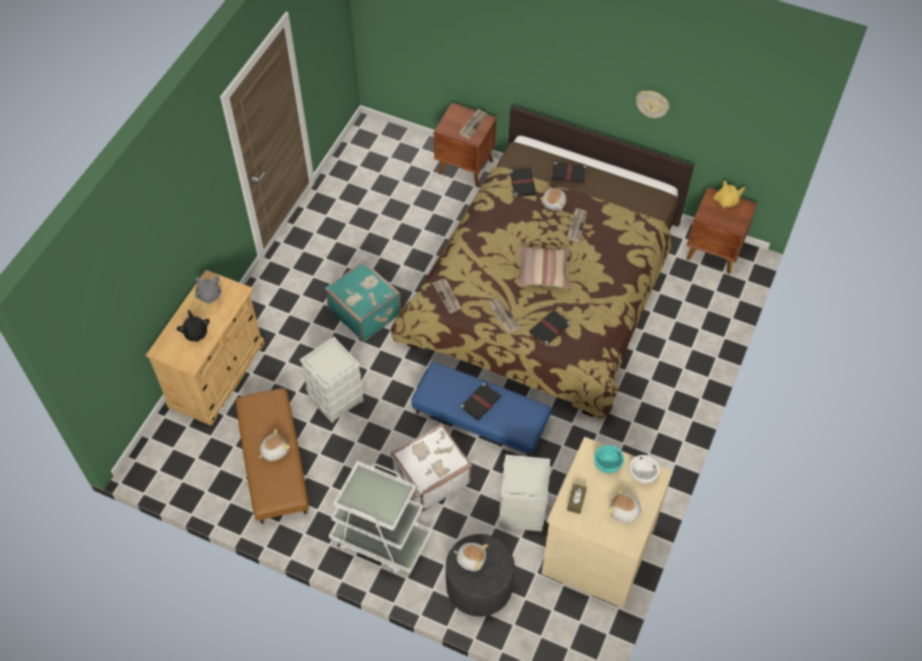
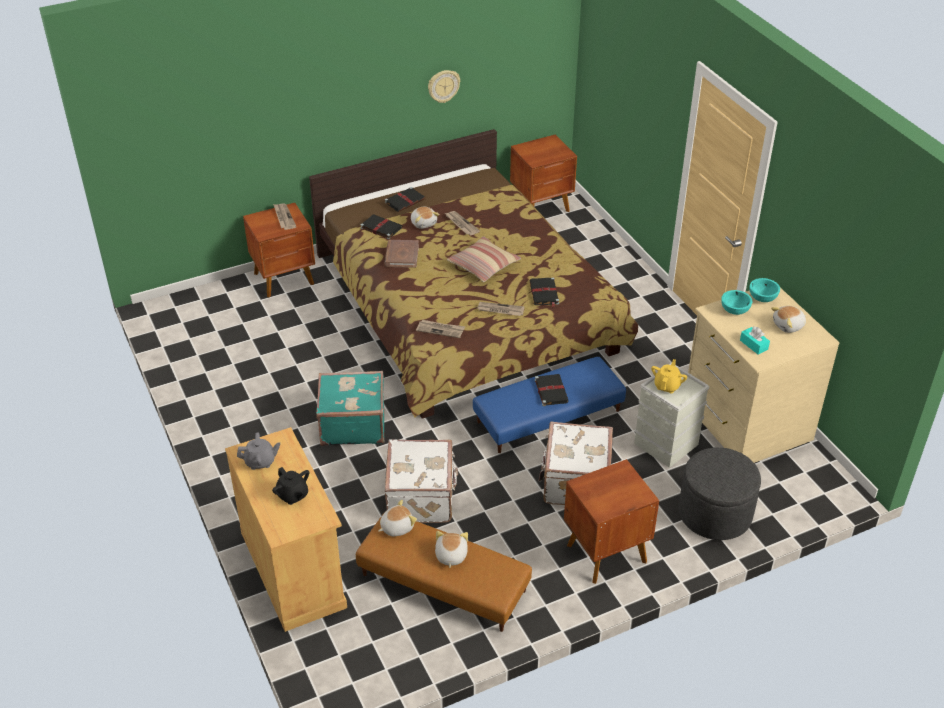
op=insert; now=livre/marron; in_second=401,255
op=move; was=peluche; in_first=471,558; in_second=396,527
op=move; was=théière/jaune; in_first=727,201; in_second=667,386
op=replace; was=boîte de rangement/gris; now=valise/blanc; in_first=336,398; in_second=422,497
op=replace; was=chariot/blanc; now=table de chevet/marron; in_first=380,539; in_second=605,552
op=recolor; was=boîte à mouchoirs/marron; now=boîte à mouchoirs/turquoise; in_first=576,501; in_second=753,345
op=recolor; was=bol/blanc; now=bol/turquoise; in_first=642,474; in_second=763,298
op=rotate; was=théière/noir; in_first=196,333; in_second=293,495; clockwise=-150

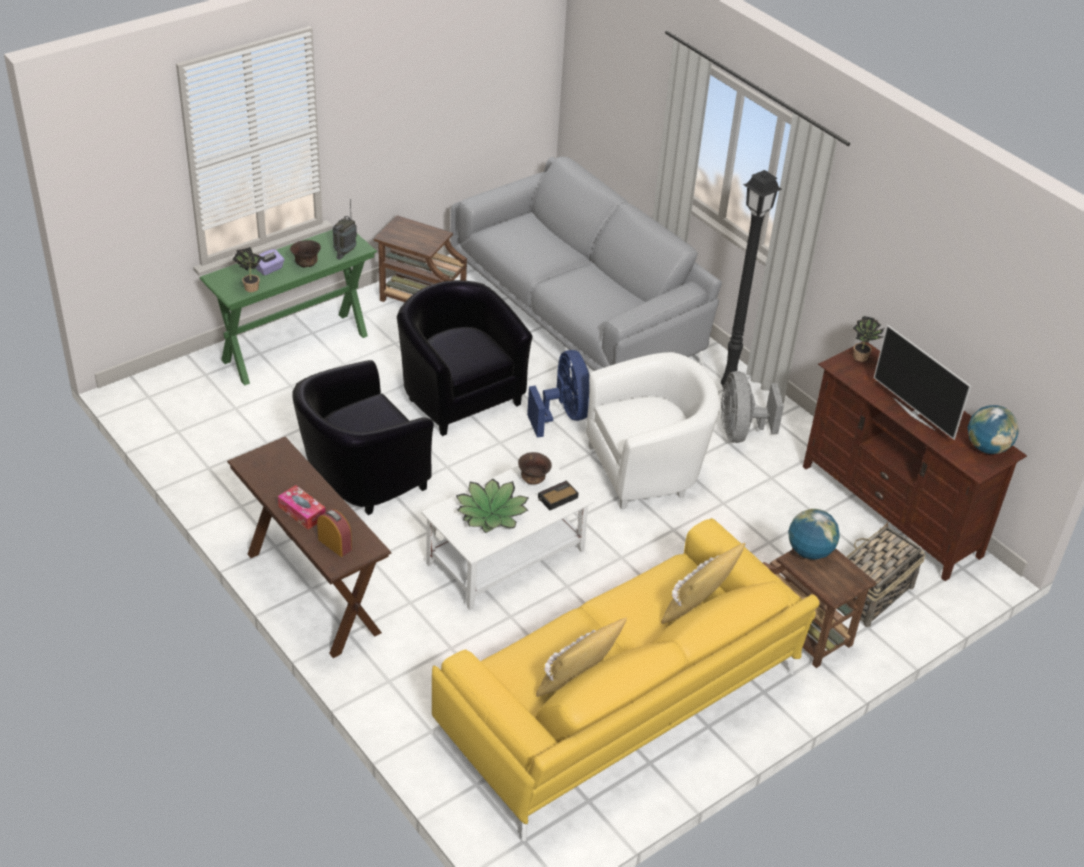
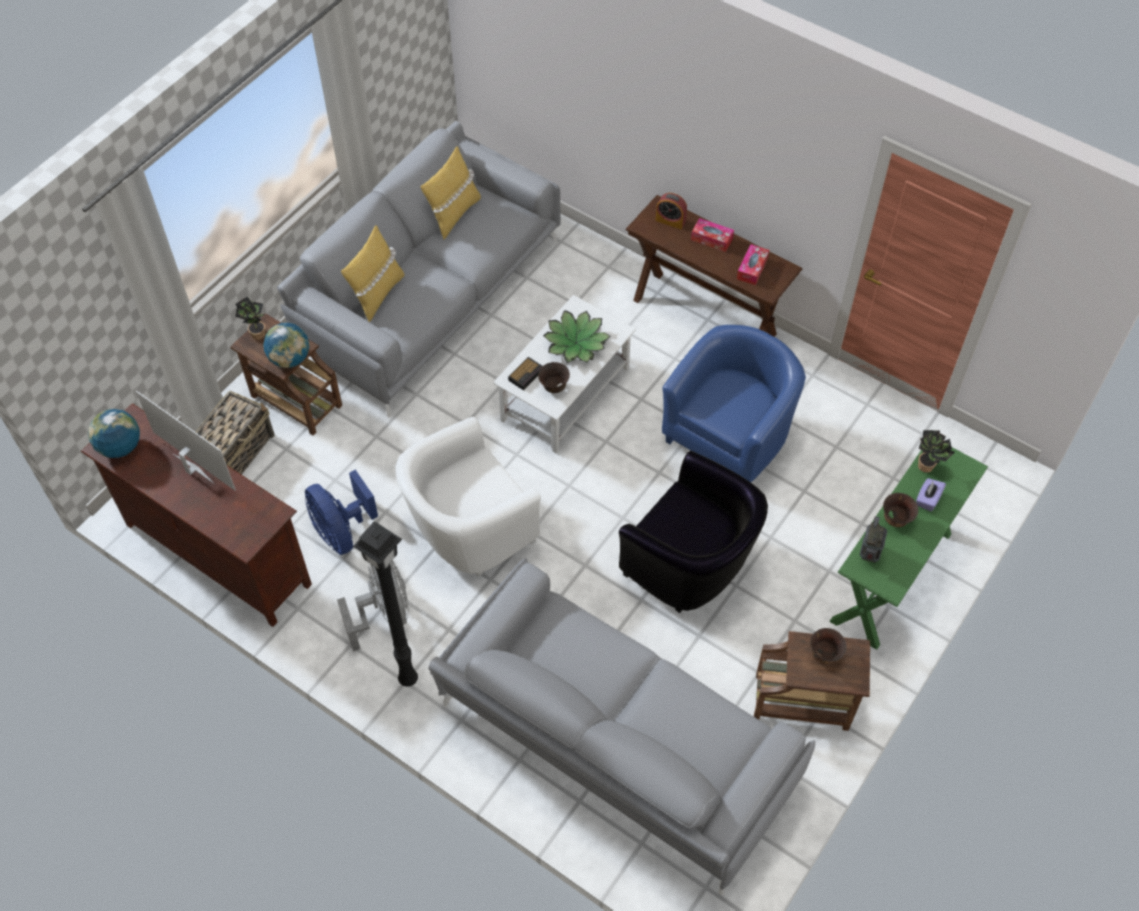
op=insert; now=boîte à mouchoirs; in_second=752,268
op=insert; now=bol/marron; in_second=824,654
op=move; was=ventilateur/bleu; in_first=563,415; in_second=341,531
op=move; was=plante en pot; in_first=862,358; in_second=256,333
op=recolor; was=fauteuil/noir; now=fauteuil/bleu; in_first=360,478; in_second=730,435
op=recolor; was=canapé/jaune; now=canapé/gris; in_first=622,706; in_second=429,296

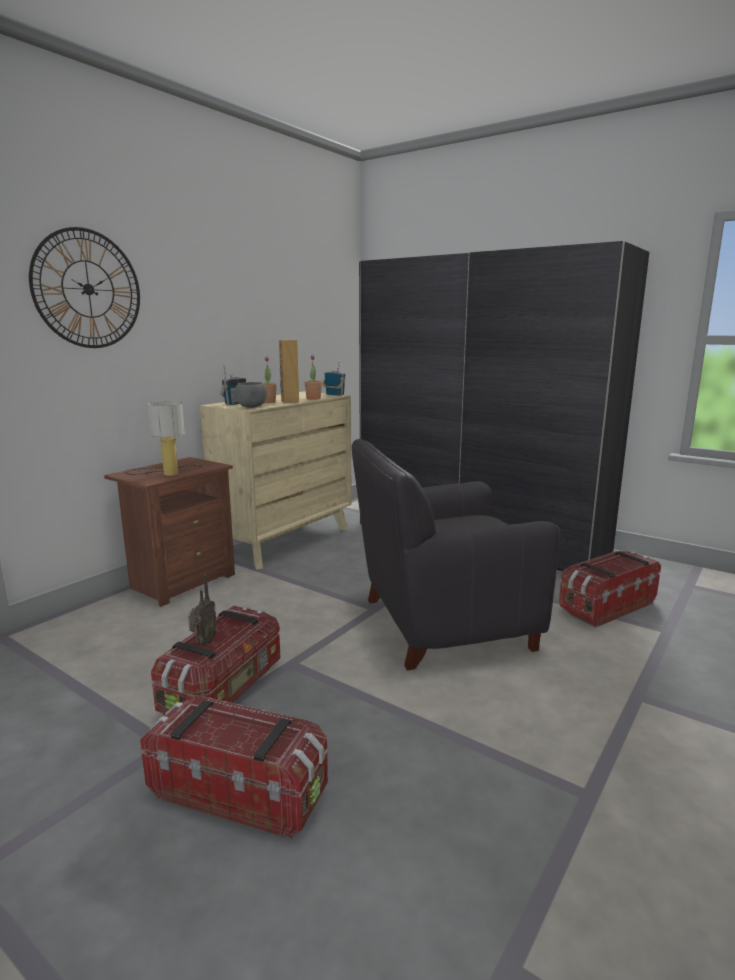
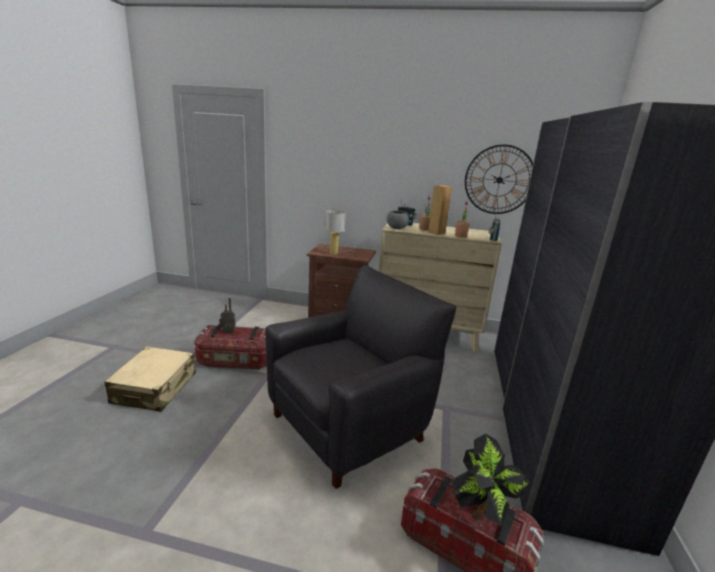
op=insert; now=plante en pot; in_second=483,511
op=move; was=horloge murale; in_first=88,289; in_second=499,180
op=replace; was=boîte de rangement; now=valise/beige; in_first=240,791; in_second=155,388
op=rotate; was=fauteuil/noir; in_first=441,623; in_second=350,426; clockwise=90

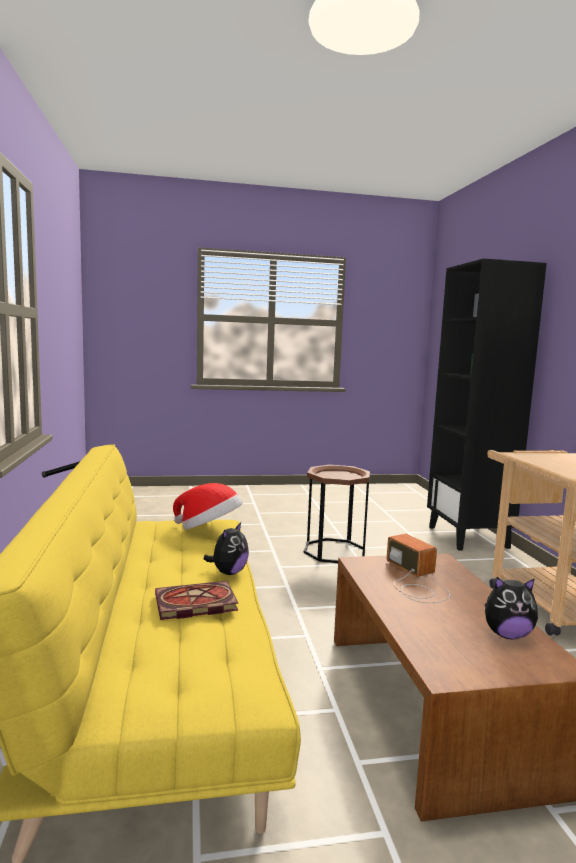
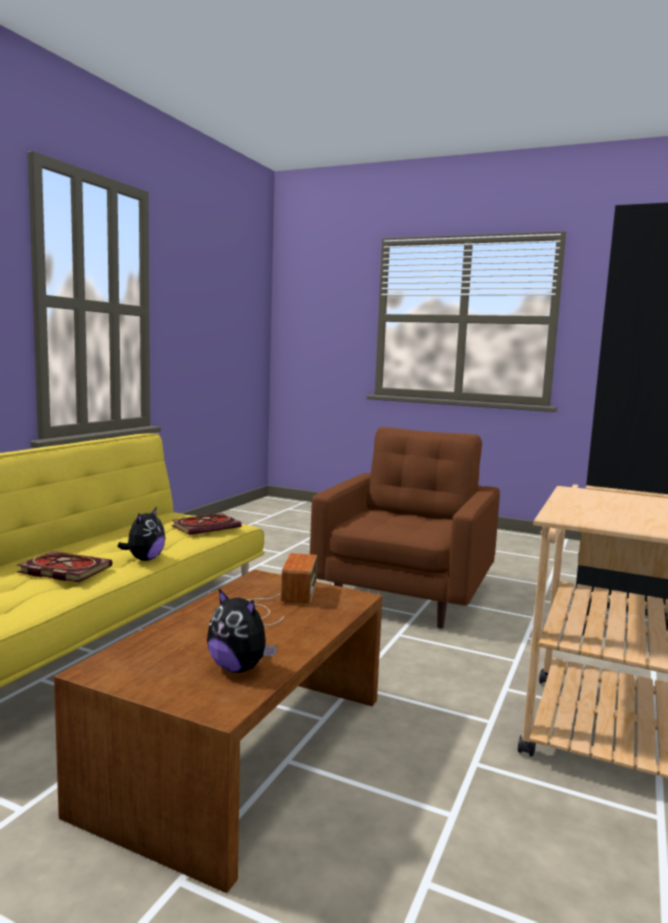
op=replace; was=chapeau; now=livre; in_first=209,528; in_second=207,526
op=replace; was=table d'appoint/marron; now=fauteuil/marron; in_first=334,551; in_second=406,596
op=rotate; was=peluche; in_first=228,572; in_second=144,559; clockwise=-45

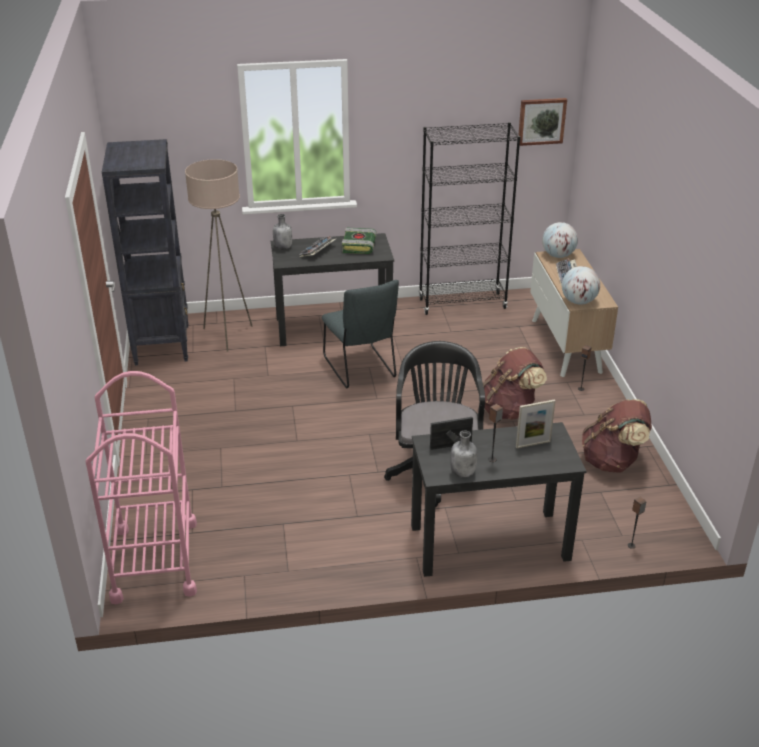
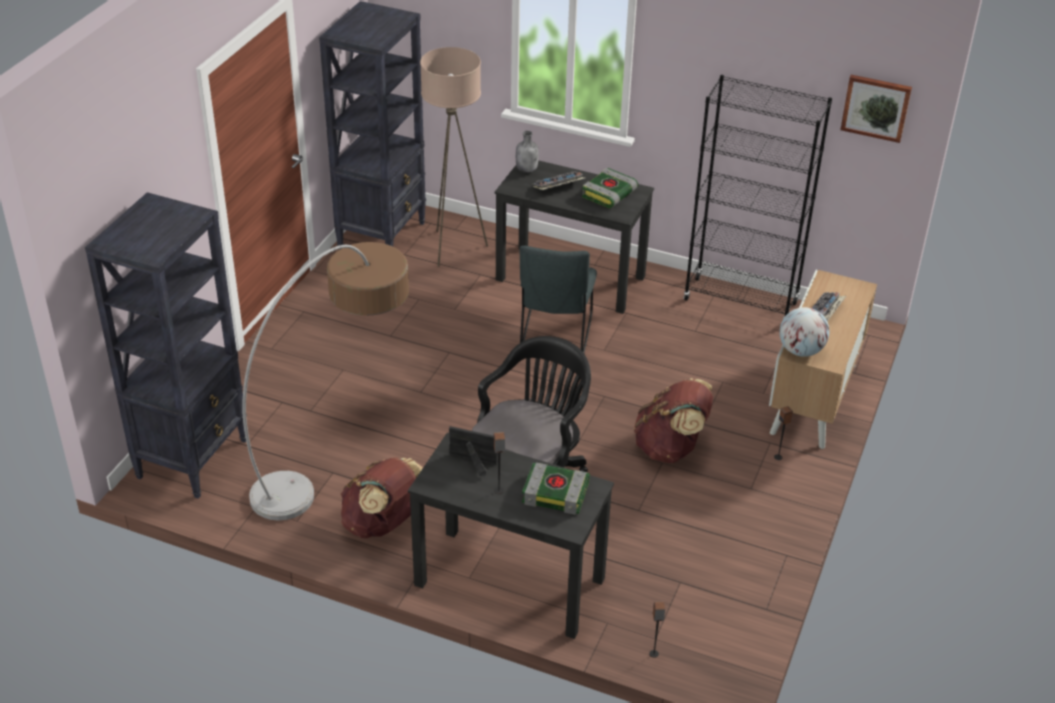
op=delete; was=bouteille/gris; in_first=463,472
op=delete; was=globe; in_first=558,255
op=insert; now=lampadaire; in_second=339,448
op=move; was=sac à dos/marron; in_first=612,461; in_second=382,523
op=replace; was=chariot/rose; now=bibliothèque/noir; in_first=155,560; in_second=193,458
op=replace; was=cadre photo; now=livre; in_first=533,444; in_second=556,493

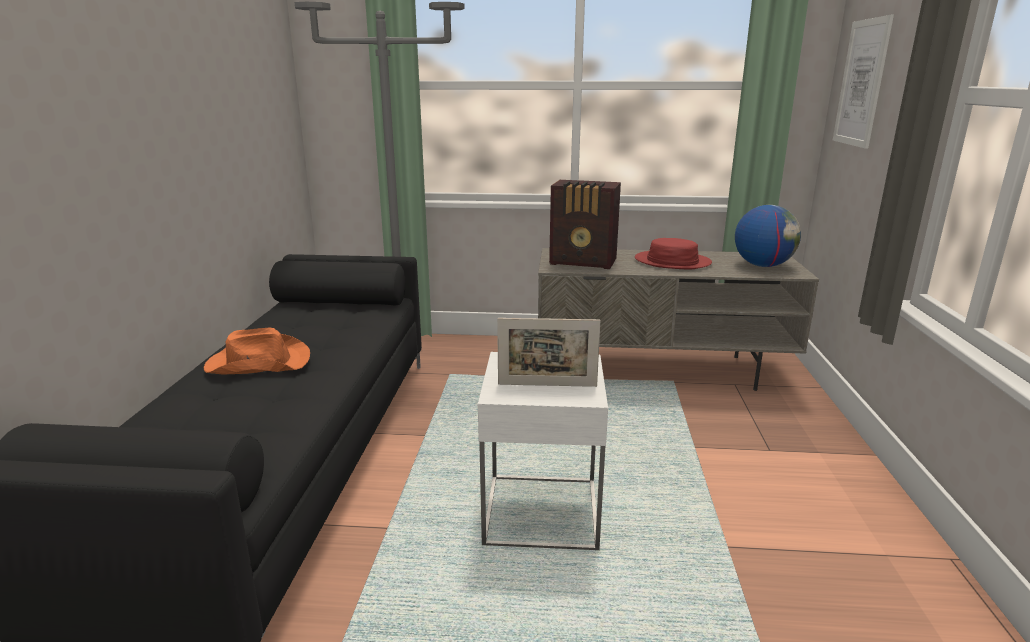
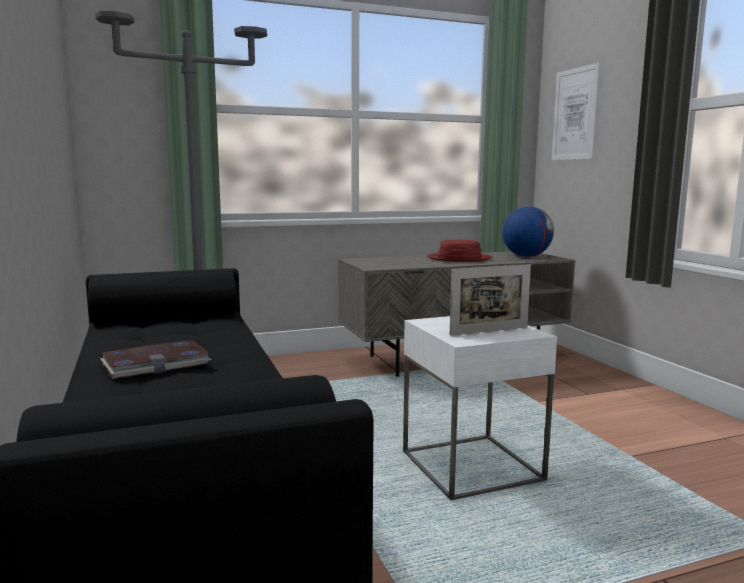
op=delete; was=radio; in_first=584,262
op=replace; was=chapeau/orange; now=livre; in_first=257,363; in_second=156,364

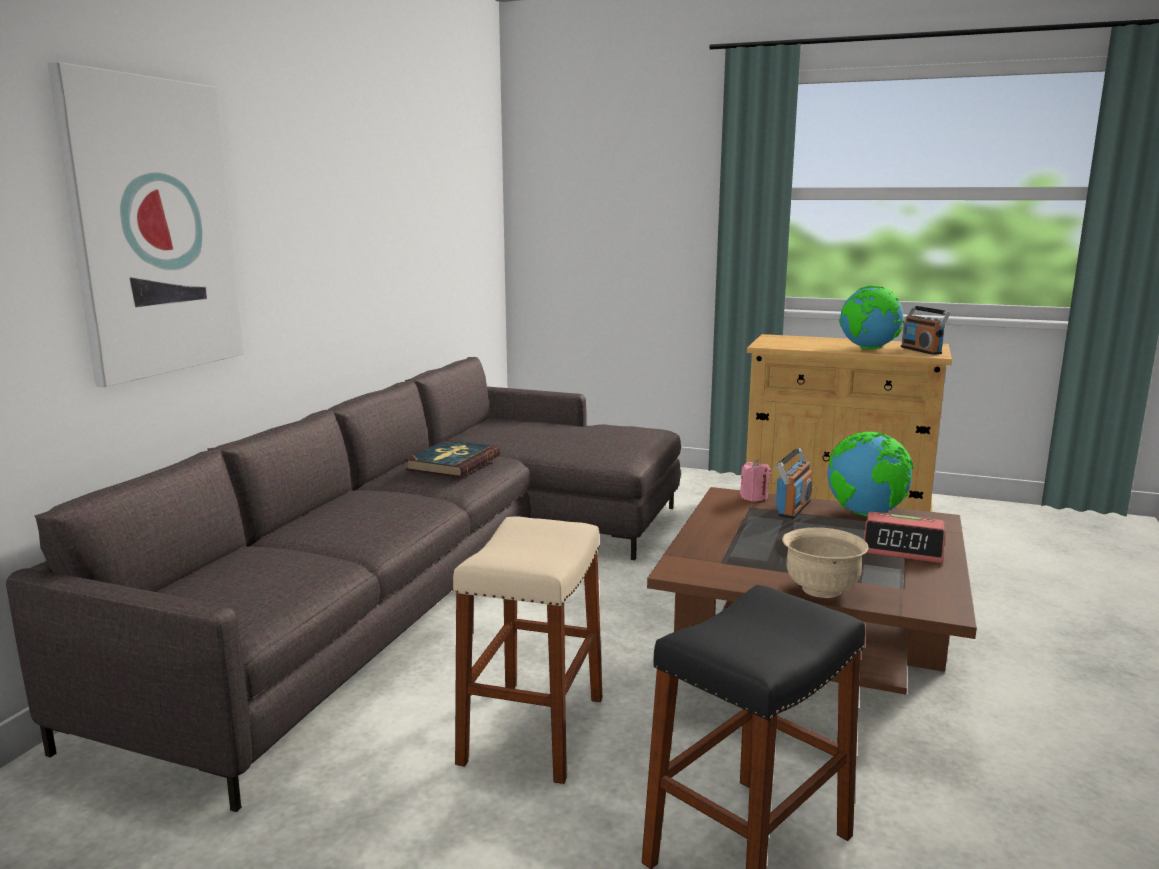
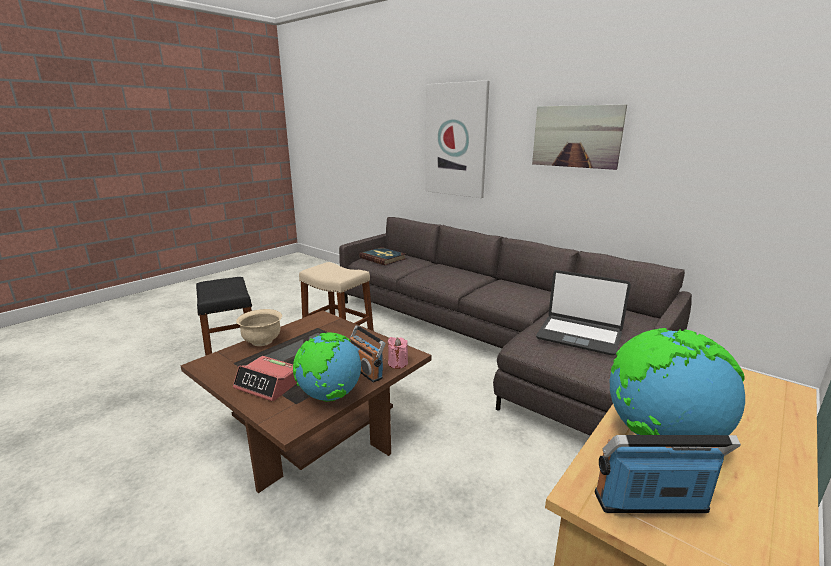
op=insert; now=tableau; in_second=576,136
op=insert; now=ordinateur portable; in_second=579,335
op=move; was=livre; in_first=452,463; in_second=383,258
op=rotate; was=réveil; in_first=903,548; in_second=268,385; clockwise=-105

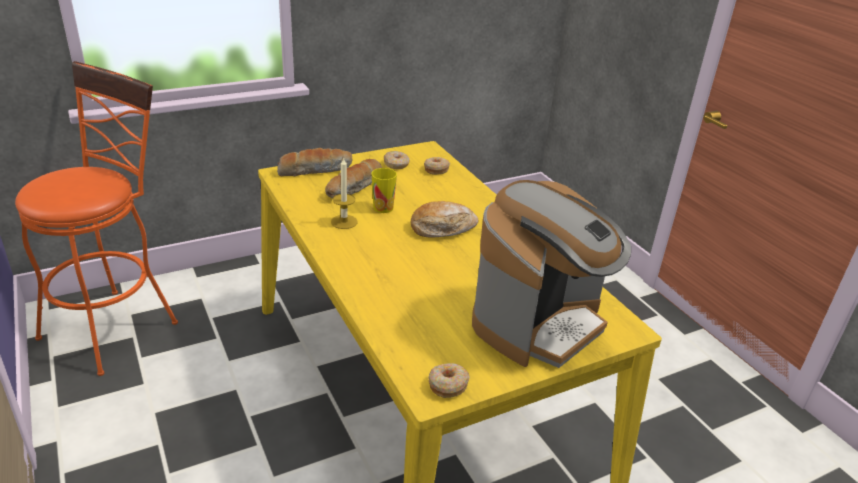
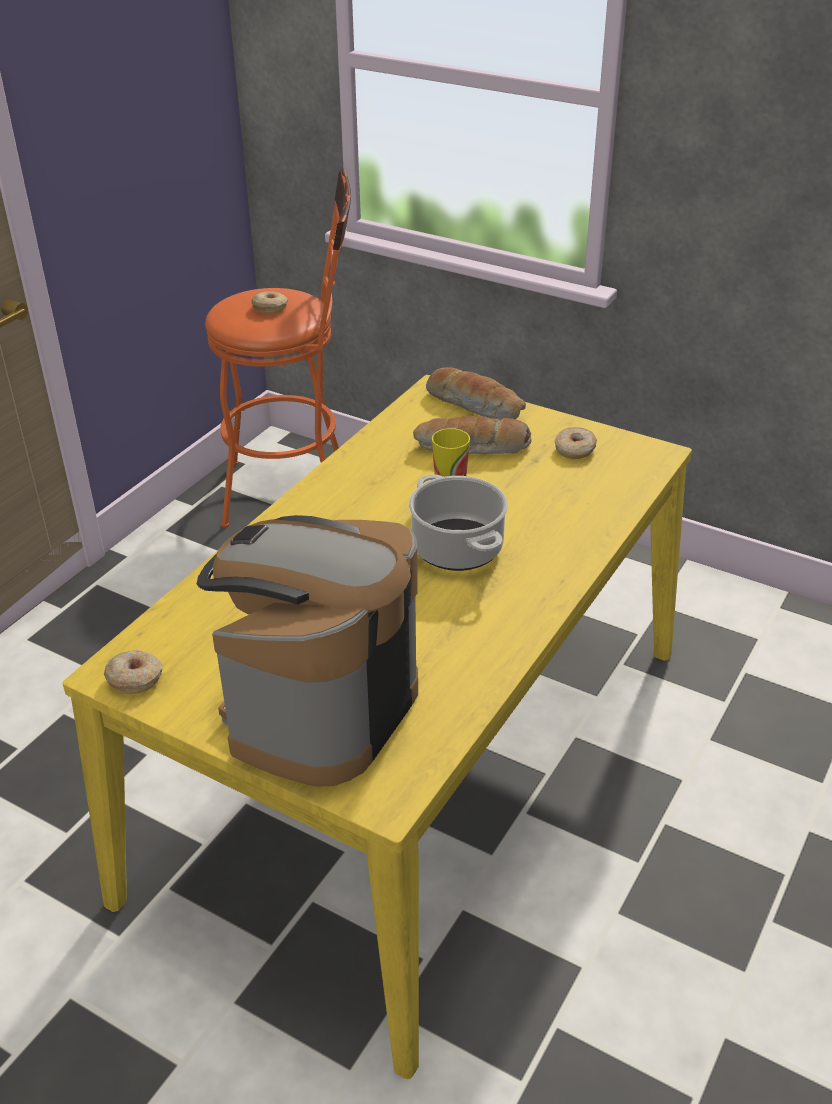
op=delete; was=bougie; in_first=344,222
op=move; was=beignet; in_first=436,169; in_second=270,308
op=replace; was=pain; now=marmite; in_first=442,228; in_second=458,549
op=rotate; was=machine à café; in_first=539,324; in_second=319,709; clockwise=105

